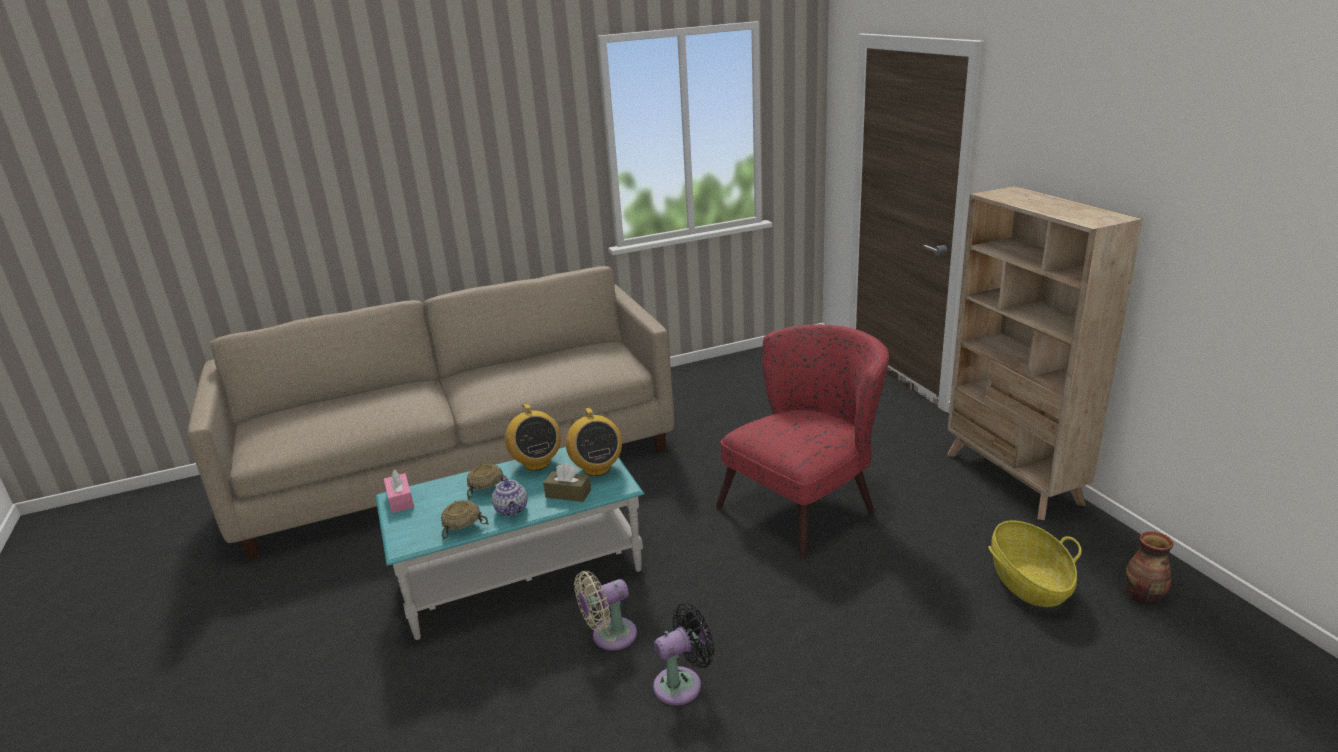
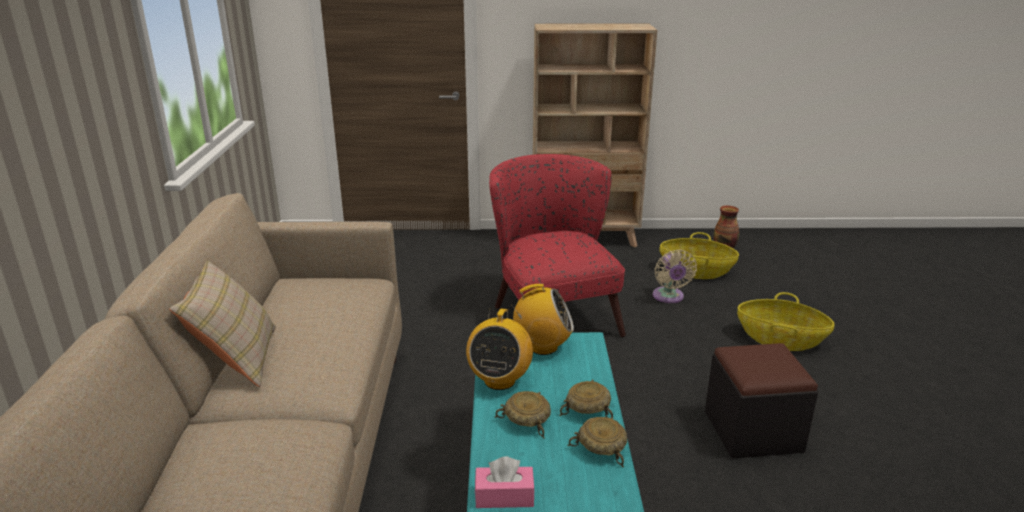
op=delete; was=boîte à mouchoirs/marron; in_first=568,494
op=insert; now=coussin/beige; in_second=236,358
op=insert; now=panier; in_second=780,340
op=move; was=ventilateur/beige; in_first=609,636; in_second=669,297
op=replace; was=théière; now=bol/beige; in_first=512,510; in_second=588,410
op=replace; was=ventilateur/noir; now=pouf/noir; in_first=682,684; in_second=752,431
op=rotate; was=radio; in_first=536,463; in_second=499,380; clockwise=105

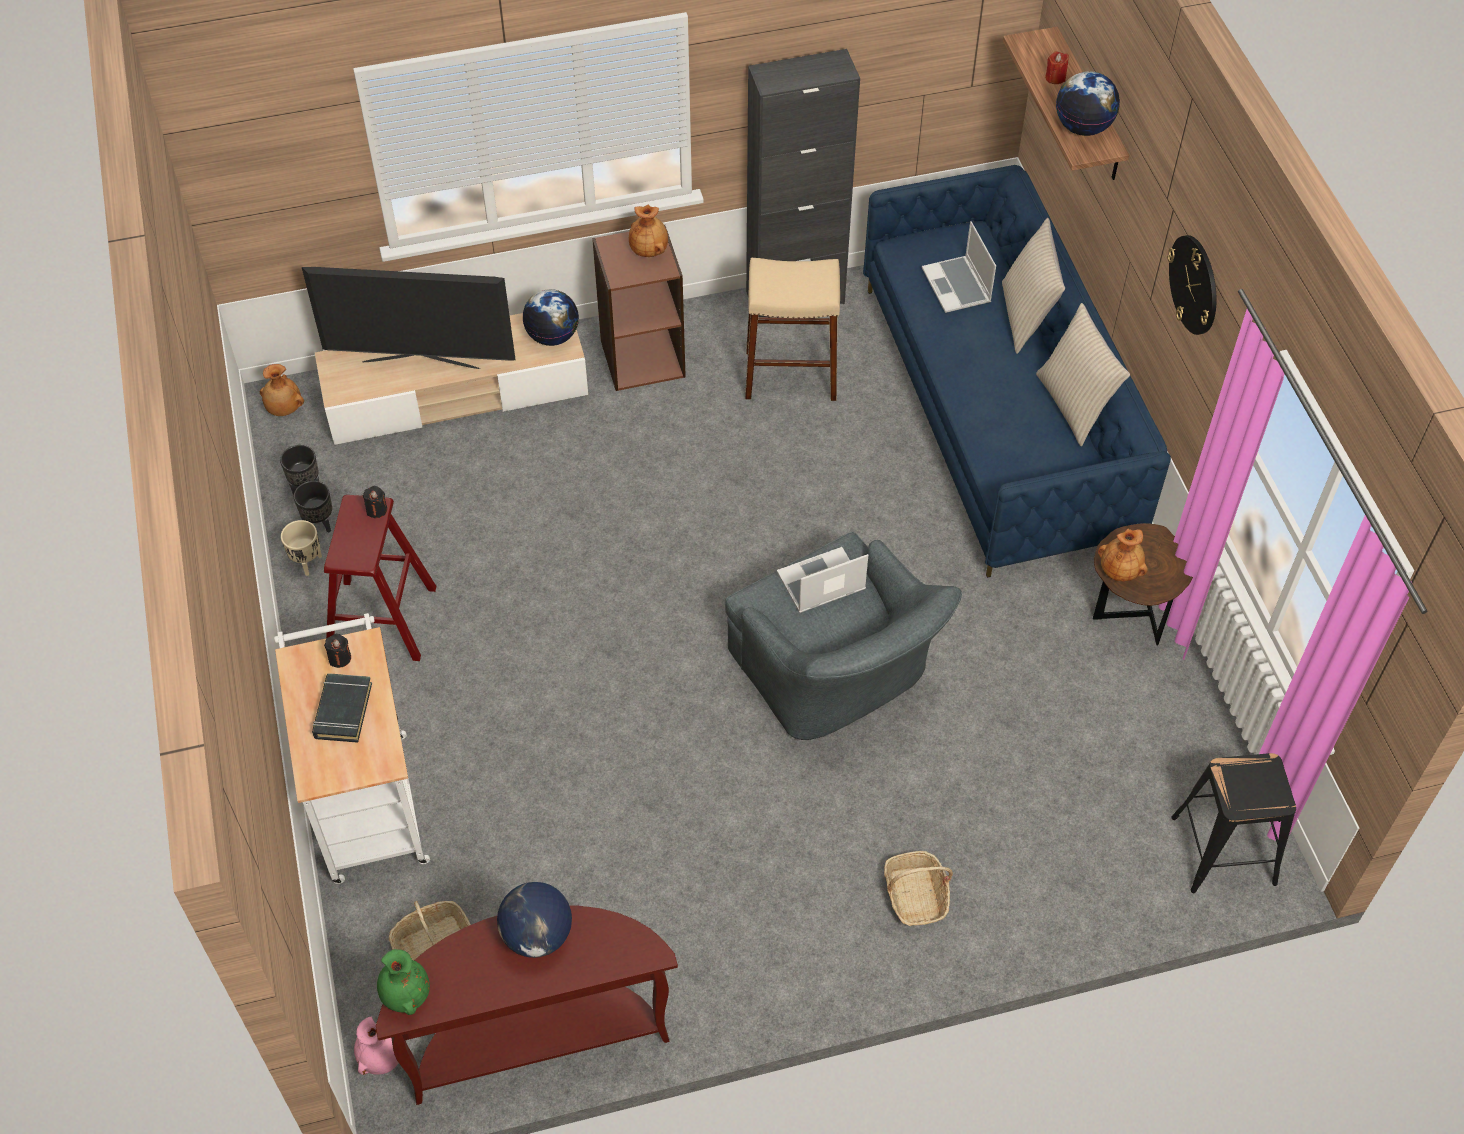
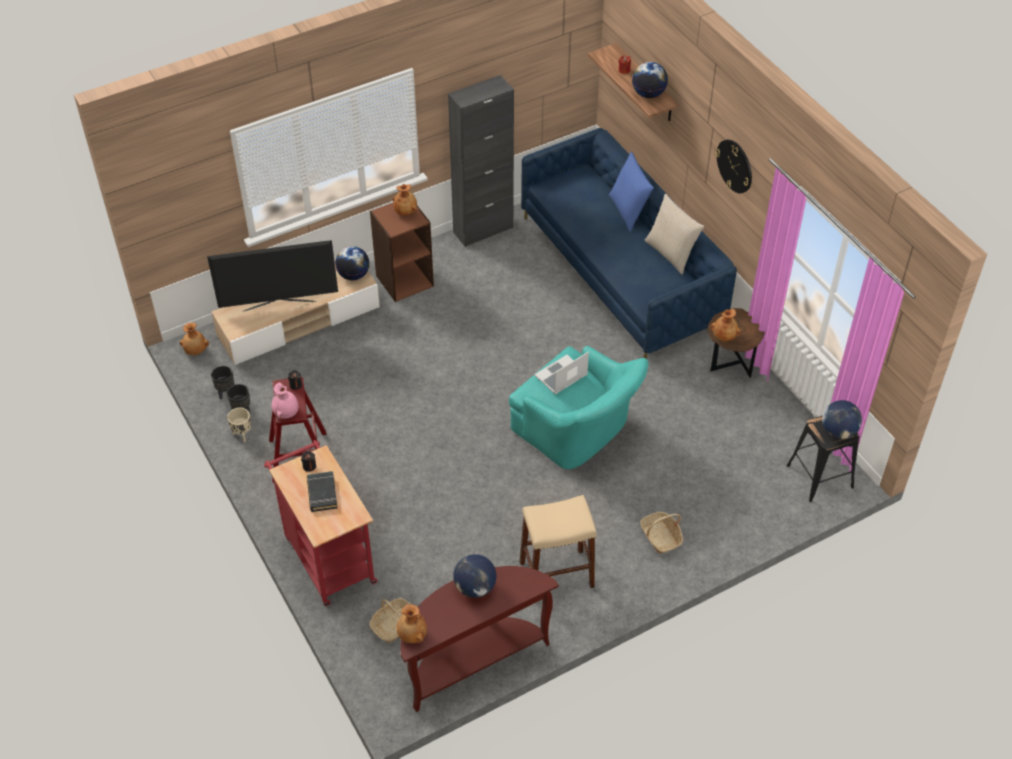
op=delete; was=ordinateur portable; in_first=957,286
op=insert; now=globe; in_second=838,431
op=move; was=vase/rose; in_first=382,1057; in_second=286,413
op=move; was=tabouret/beige; in_first=790,375; in_second=556,574
op=recolor; was=chariot/blanc; now=chariot/rouge; in_first=367,797; in_second=327,556
op=recolor; was=vase/vert; now=vase/marron; in_first=405,994; in_second=411,635
op=recolor; was=fauteuil/gris; now=fauteuil/turquoise; in_first=836,676; in_second=577,431
op=recolor; was=coussin/beige; now=coussin/bleu; in_first=1026,317; in_second=628,211

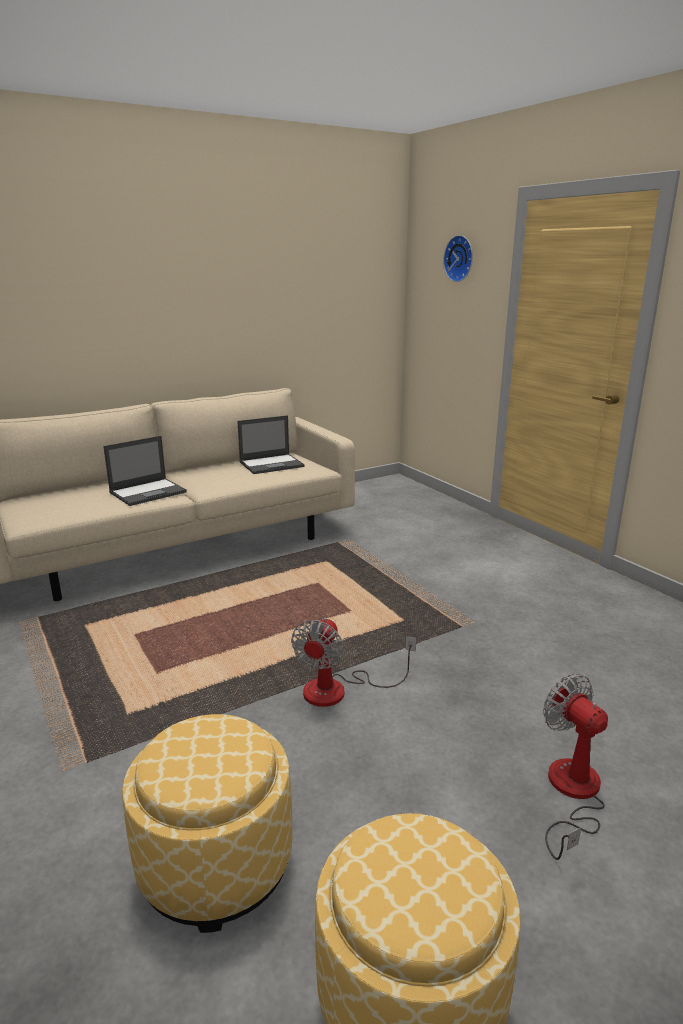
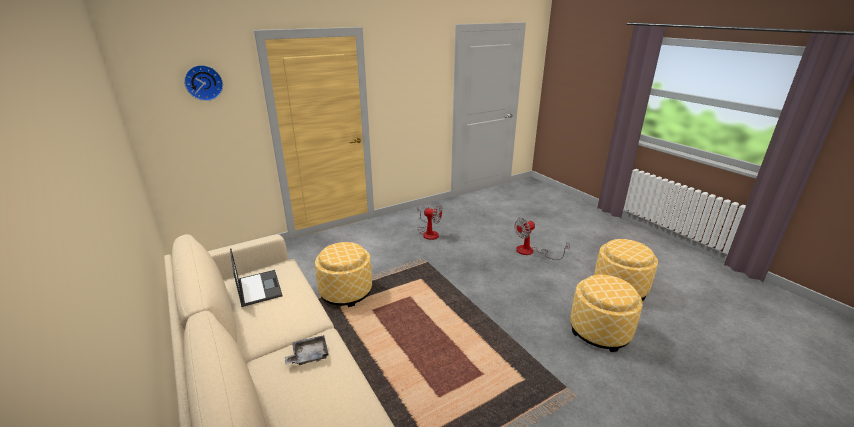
op=insert; now=pouf; in_second=346,292
op=move; was=ventilateur; in_first=339,690; in_second=428,233
op=replace; was=ordinateur portable; now=plateau/gris; in_first=148,492; in_second=309,355

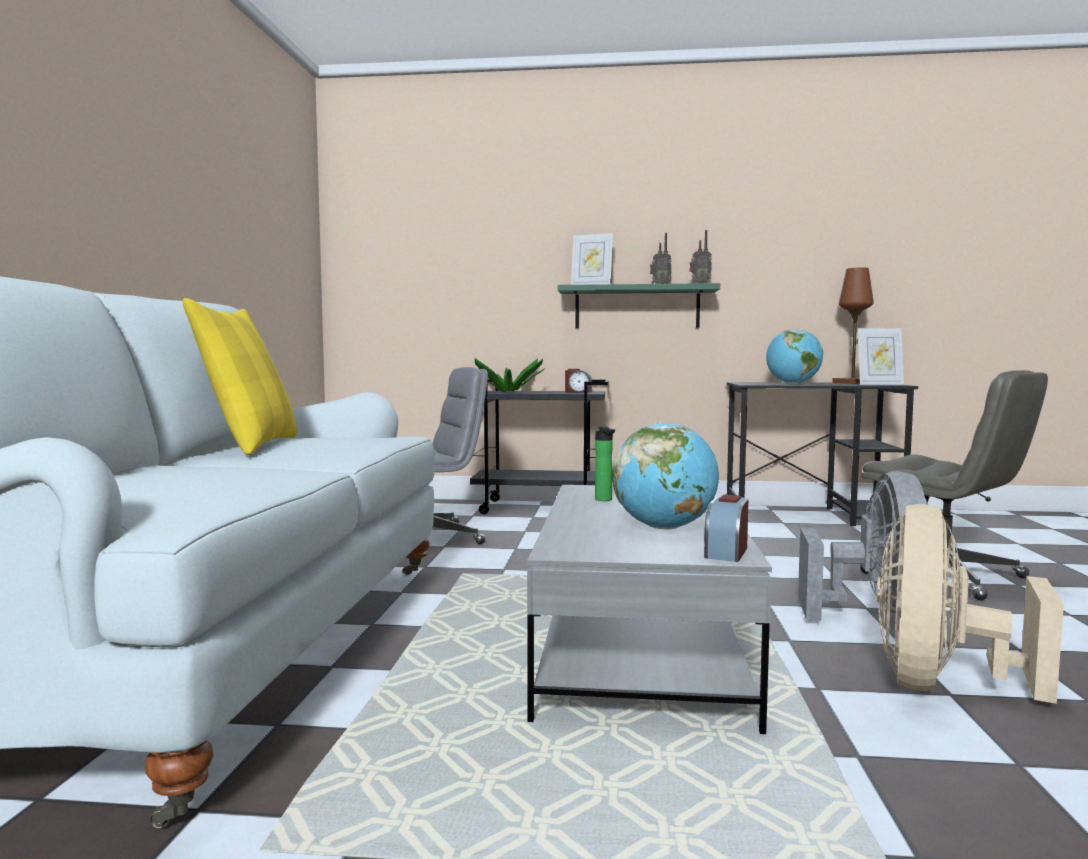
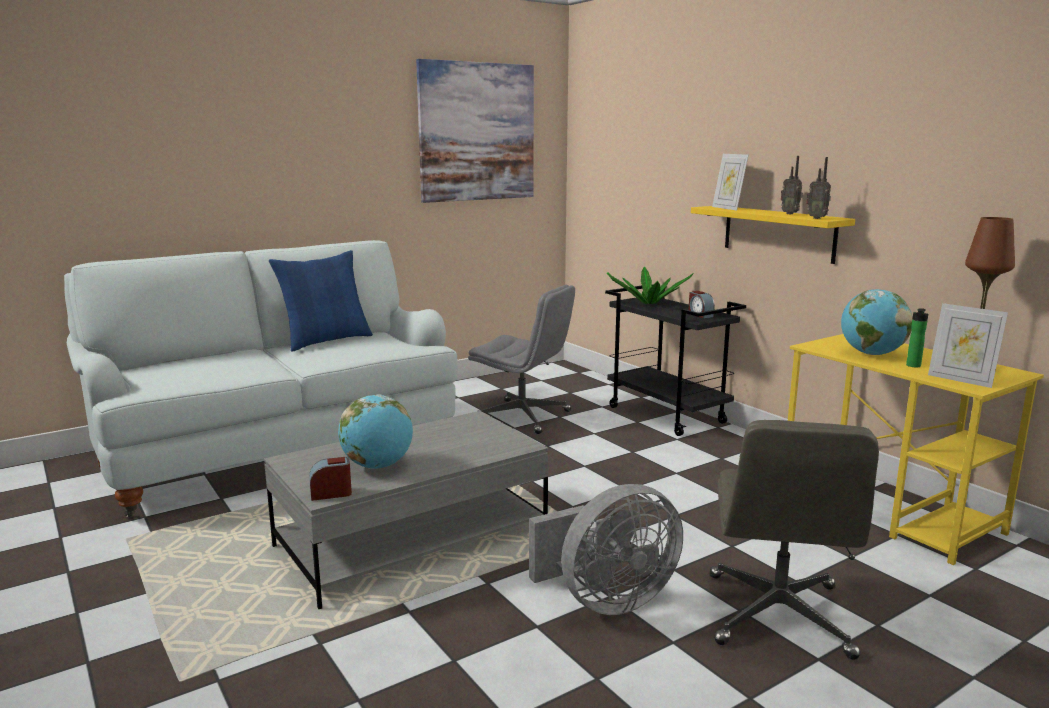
op=delete; was=ventilateur/beige; in_first=941,684
op=insert; now=tableau; in_second=477,132
op=move; was=bouteille; in_first=604,500; in_second=913,366
op=recolor; was=coussin/jaune; now=coussin/bleu; in_first=251,445; in_second=326,341
op=recolor; was=étagère/vert; now=étagère/jaune; in_first=637,307; in_second=778,233
op=recolor; was=bureau/noir; now=bureau/jaune; in_first=812,516; in_second=889,511

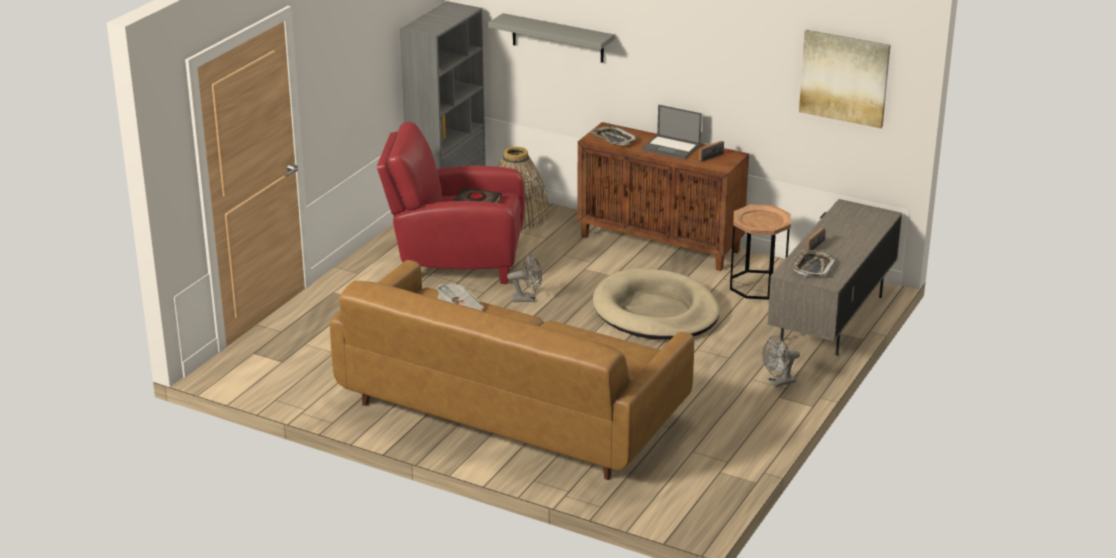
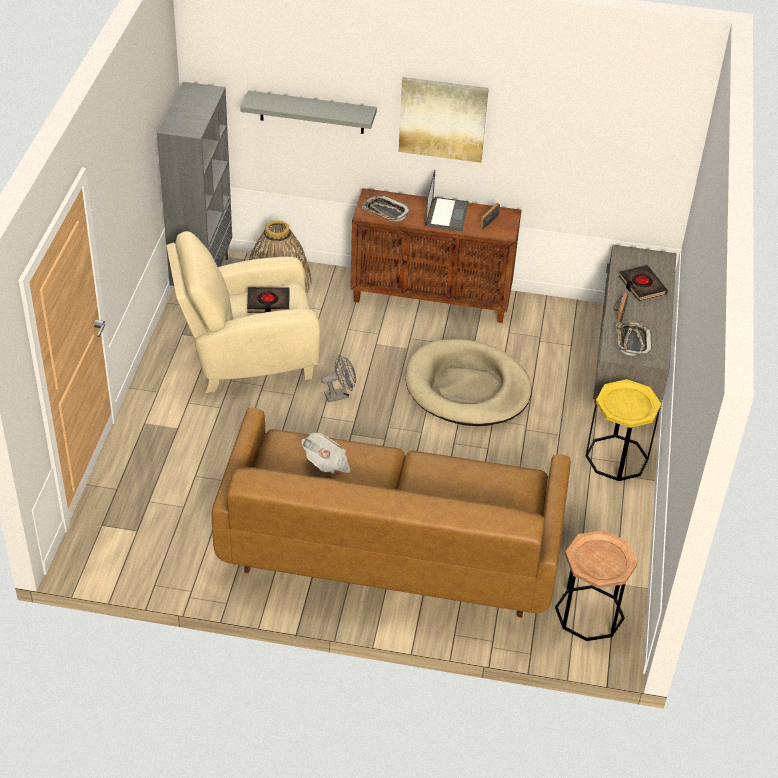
op=insert; now=livre/noir; in_second=642,286
op=move; was=table d'appoint/marron; in_first=757,285; in_second=589,613
op=move; was=tableau; in_first=844,78; in_second=443,119
op=replace; was=ventilateur/gris; now=table d'appoint/jaune; in_first=778,383; in_second=616,458
op=recolor; was=fauteuil/rouge; now=fauteuil/beige; in_first=455,260; in_second=246,356
op=rotate; was=ordinateur portable; in_first=672,147; in_second=446,214; clockwise=-90

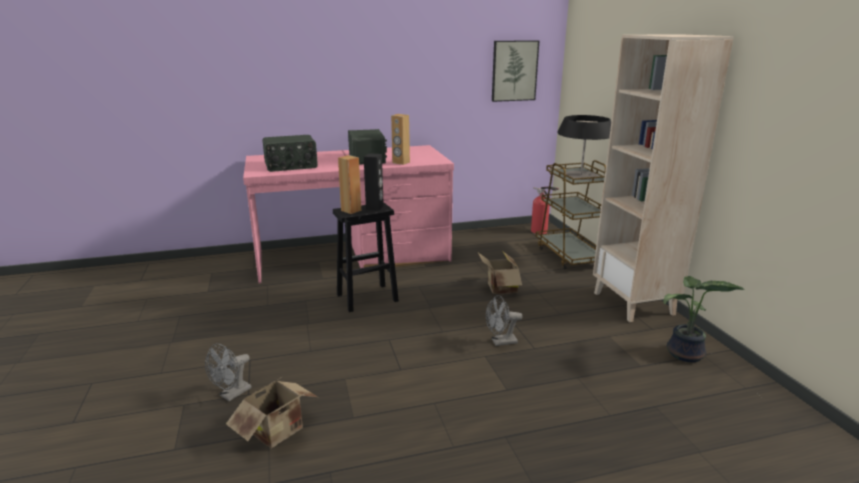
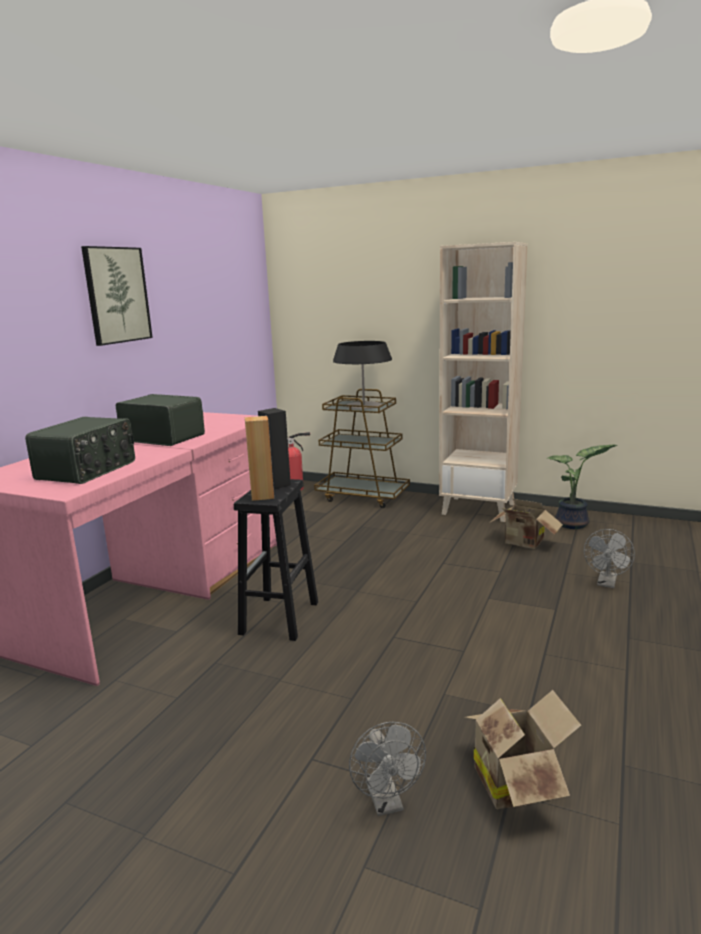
op=delete; was=enceinte/marron; in_first=401,162
op=move; was=carton; in_first=499,289; in_second=524,543
op=move; was=ventilateur/gris; in_first=500,342; in_second=607,583
op=move; was=tableau; in_first=514,71; in_second=116,295

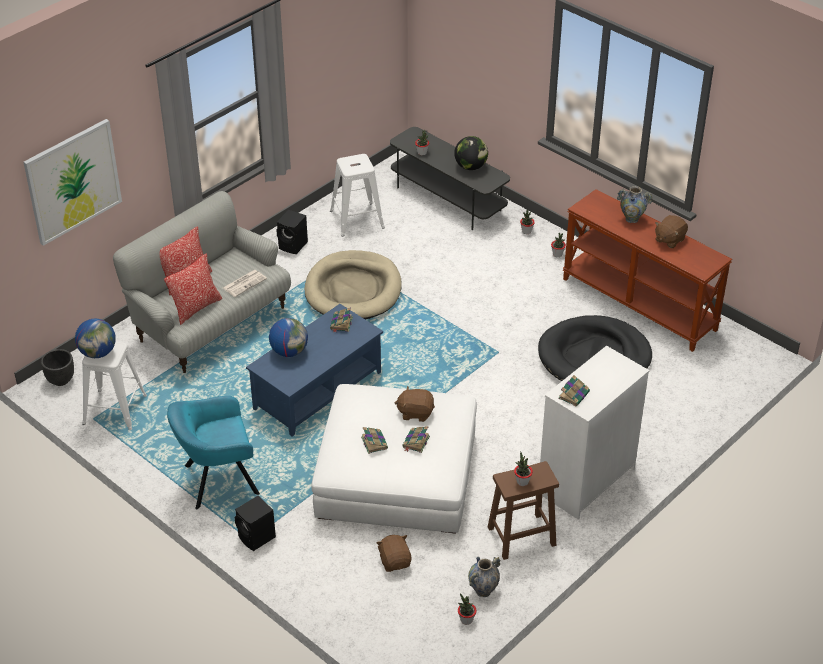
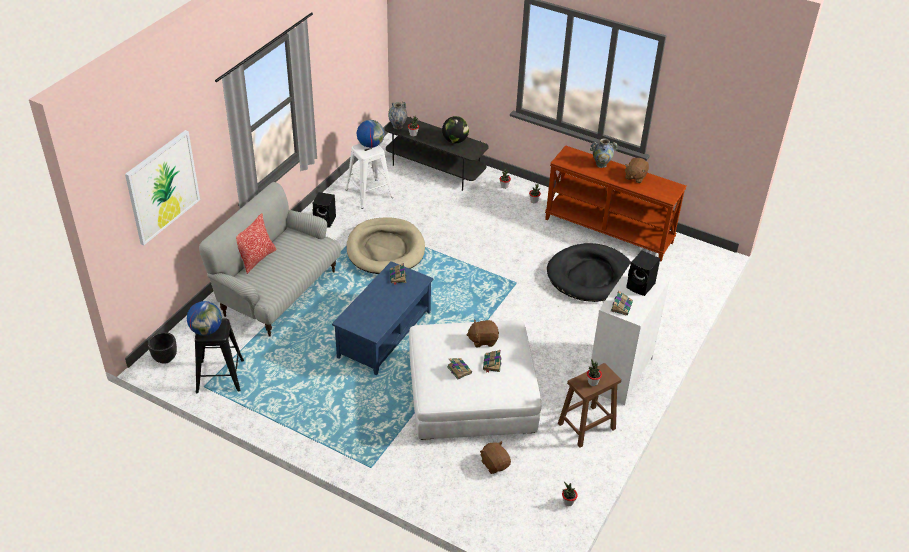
op=delete; was=coussin; in_first=196,308
op=delete; was=fauteuil/turquoise; in_first=217,481
op=delete; was=journal; in_first=244,283
op=move; was=enceinte/noir; in_first=257,538; in_second=641,286
op=move; was=globe; in_first=289,351; in_second=370,145
op=move; was=vase; in_first=483,591; in_second=397,126
op=recolor; was=tabouret/blanc; now=tabouret/noir; in_first=114,409; in_second=219,375

